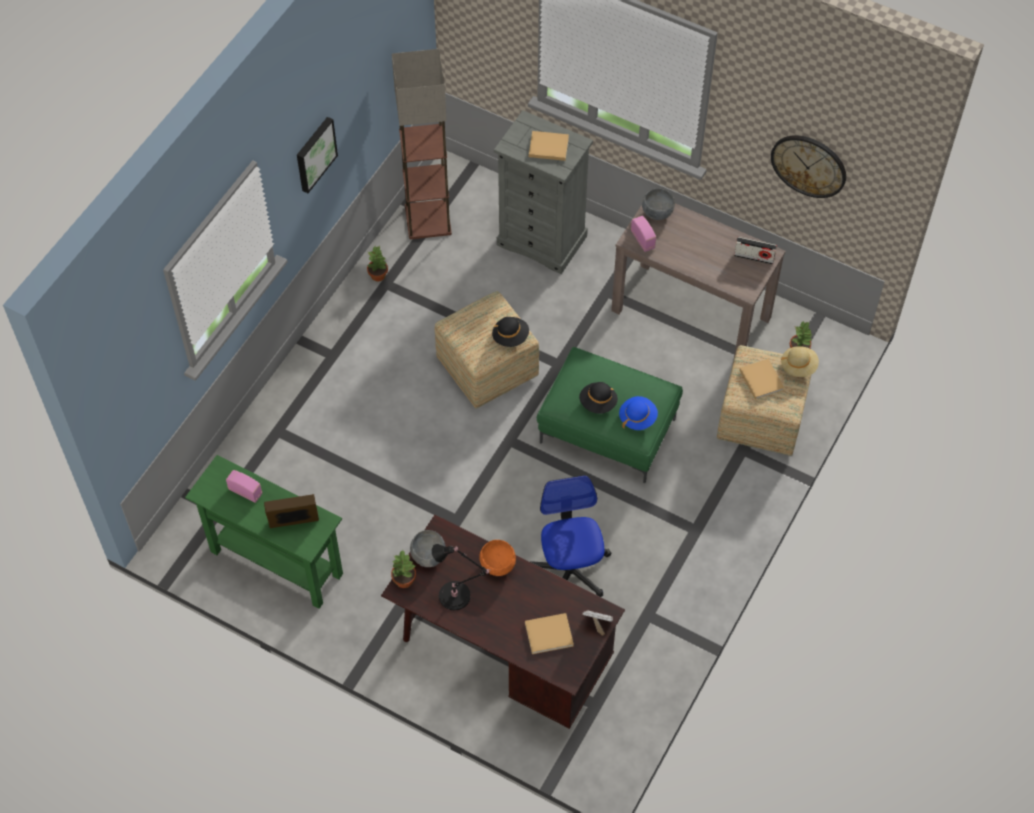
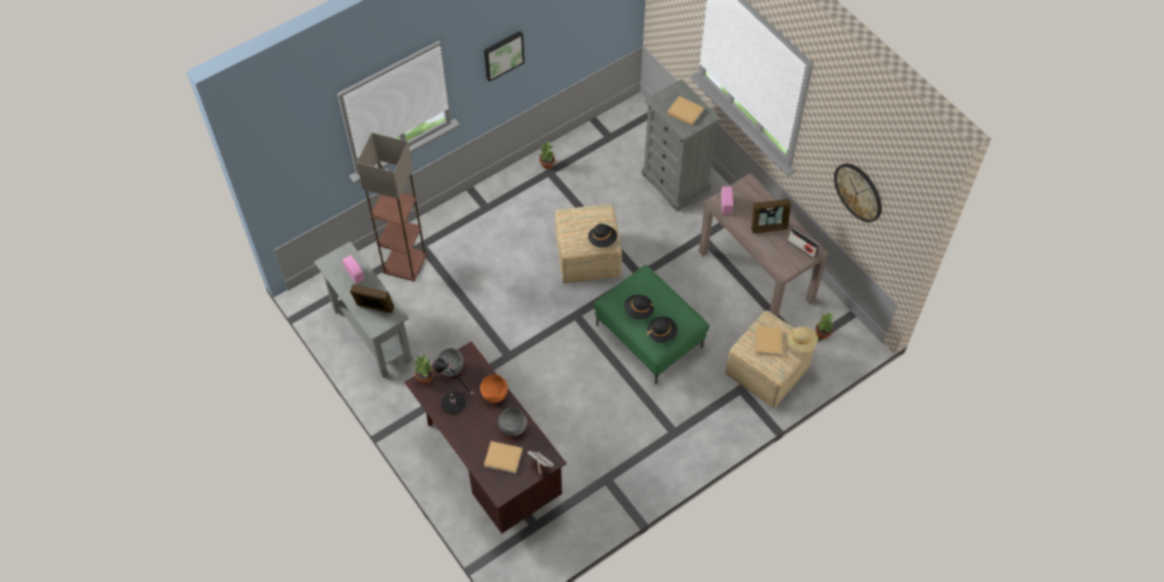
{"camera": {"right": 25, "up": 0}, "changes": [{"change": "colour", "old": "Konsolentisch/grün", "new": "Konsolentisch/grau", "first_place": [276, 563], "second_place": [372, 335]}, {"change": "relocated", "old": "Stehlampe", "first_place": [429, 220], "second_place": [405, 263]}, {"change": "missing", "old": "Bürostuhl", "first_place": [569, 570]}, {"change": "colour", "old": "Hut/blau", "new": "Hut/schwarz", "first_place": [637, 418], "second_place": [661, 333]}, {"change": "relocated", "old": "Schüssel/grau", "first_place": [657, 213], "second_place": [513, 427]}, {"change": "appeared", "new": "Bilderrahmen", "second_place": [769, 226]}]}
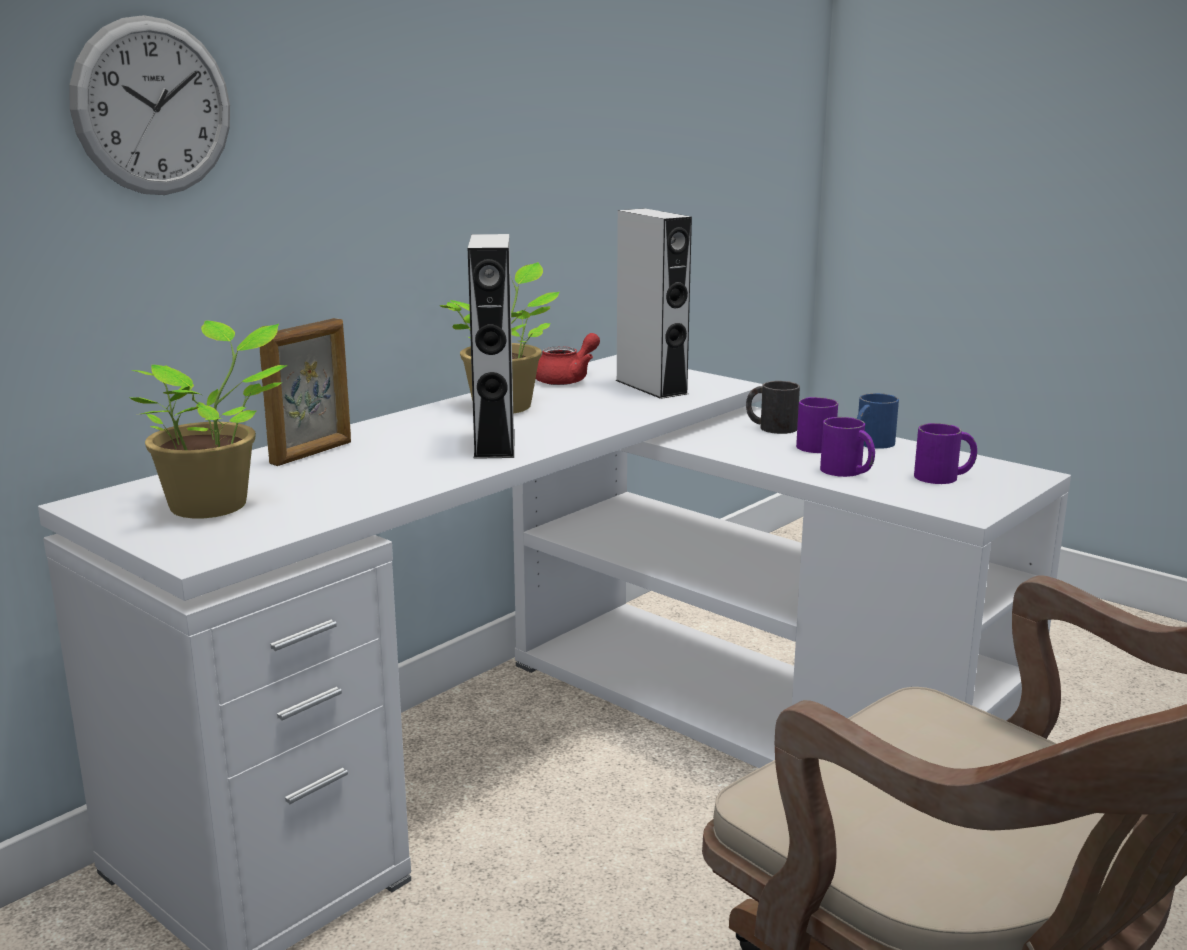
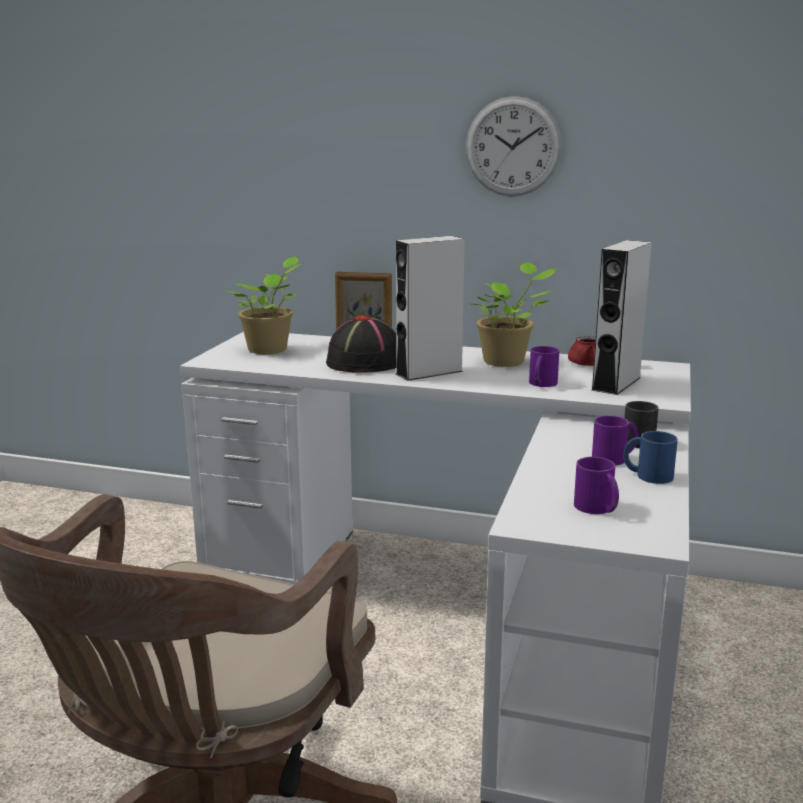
{"camera": {"right": 65, "up": 0}, "changes": [{"change": "relocated", "old": "Wanduhr", "first_place": [153, 107], "second_place": [513, 147]}, {"change": "relocated", "old": "Henkelbecher/lila", "first_place": [848, 472], "second_place": [541, 384]}, {"change": "appeared", "new": "Hut/schwarz", "second_place": [366, 362]}]}
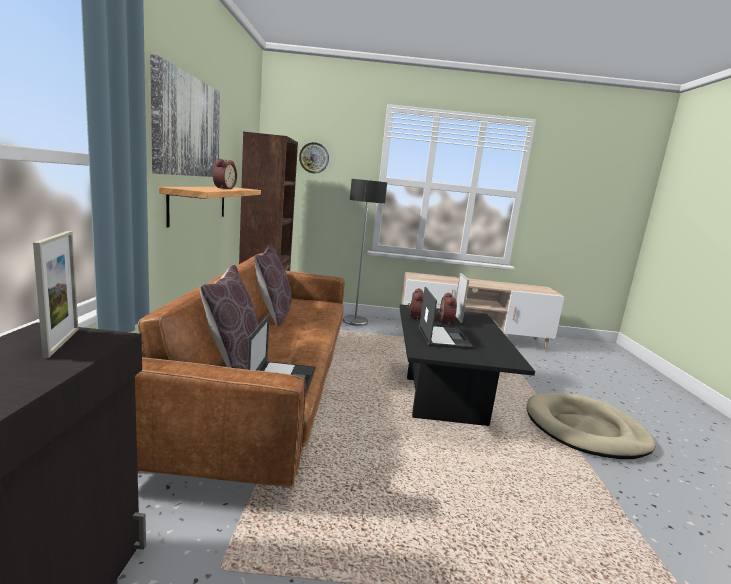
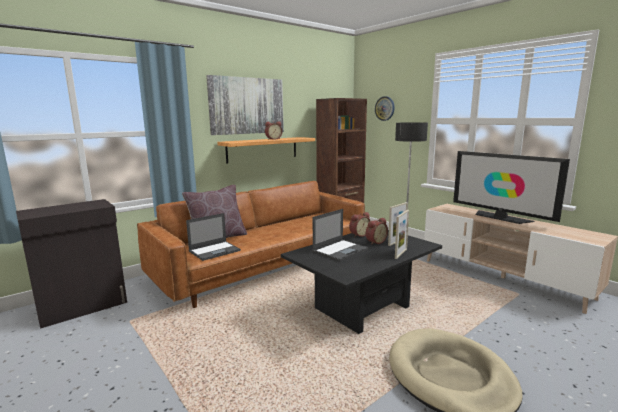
{"camera": {"right": 50, "up": 0}, "changes": [{"change": "relocated", "old": "Bilderrahmen", "first_place": [62, 342], "second_place": [401, 253]}, {"change": "missing", "old": "Kissen/braun", "first_place": [272, 314]}, {"change": "appeared", "new": "Fernseher", "second_place": [500, 217]}]}
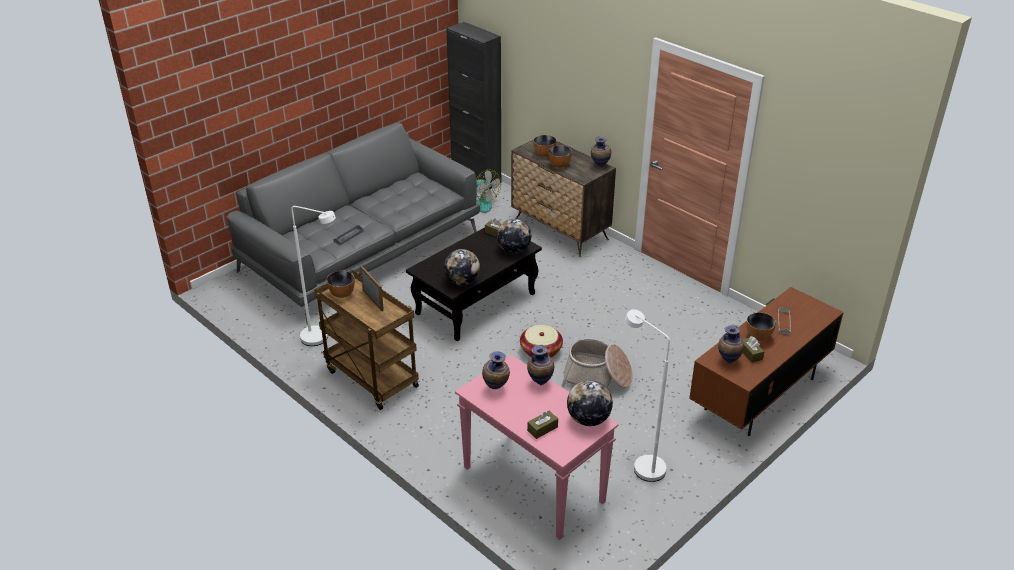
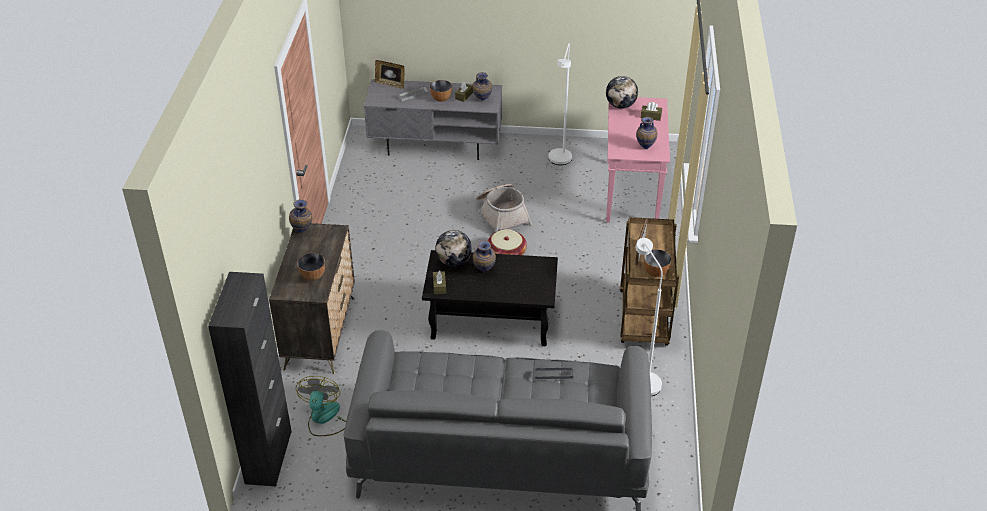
{"camera": {"right": -130, "up": 5}, "changes": [{"change": "missing", "old": "Globus", "first_place": [462, 281]}, {"change": "relocated", "old": "Vase", "first_place": [540, 382], "second_place": [484, 271]}, {"change": "missing", "old": "Schüssel", "first_place": [559, 165]}, {"change": "colour", "old": "Fernsehschrank/braun", "new": "Fernsehschrank/grau", "first_place": [759, 395], "second_place": [436, 145]}, {"change": "appeared", "new": "Bilderrahmen", "second_place": [390, 84]}]}
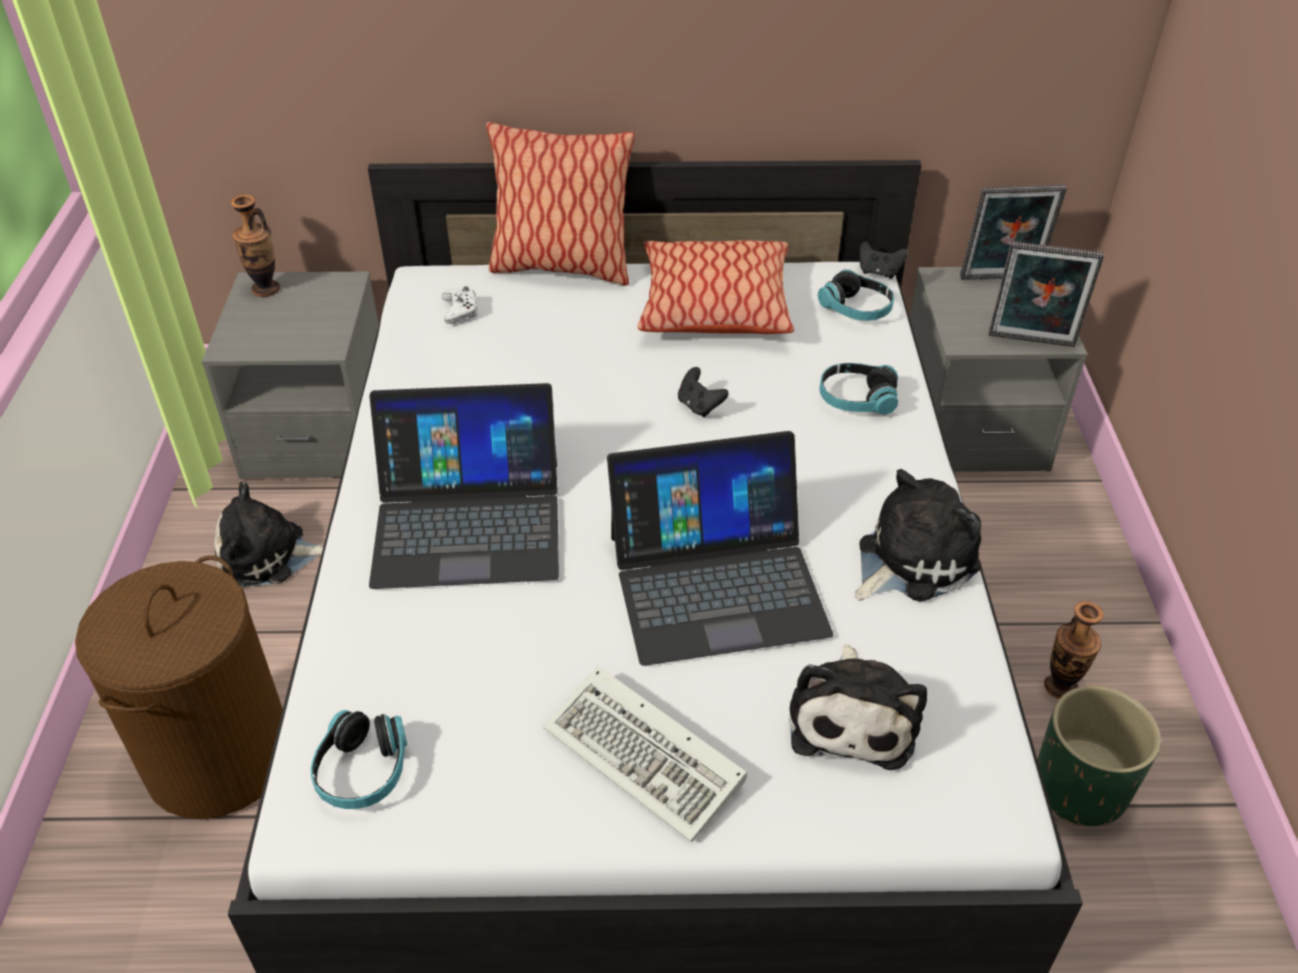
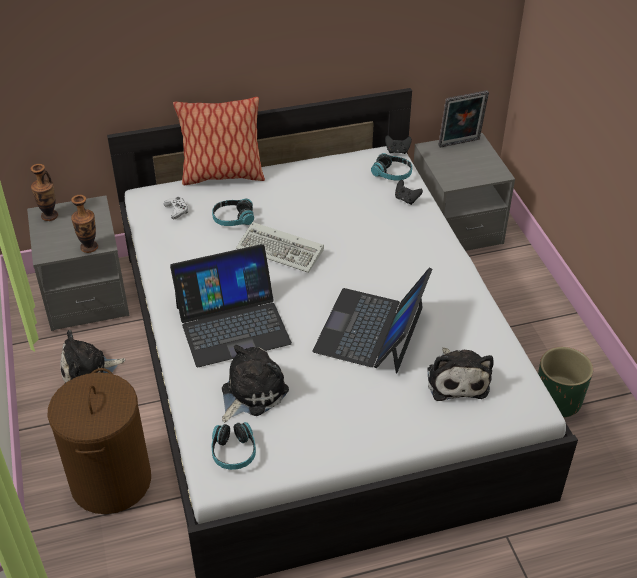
{"camera": {"right": -15, "up": 0}, "changes": [{"change": "relocated", "old": "Tastatur", "first_place": [649, 757], "second_place": [282, 250]}, {"change": "spun", "old": "Laptop", "first_place": [716, 583], "second_place": [371, 330], "degrees": 135}, {"change": "missing", "old": "Kissen", "first_place": [714, 306]}, {"change": "relocated", "old": "Gamepad/schwarz", "first_place": [699, 406], "second_place": [406, 199]}, {"change": "relocated", "old": "Kopfhörer", "first_place": [856, 399], "second_place": [233, 219]}, {"change": "relocated", "old": "Plüschtier", "first_place": [911, 560], "second_place": [251, 392]}, {"change": "missing", "old": "Bilderrahmen", "first_place": [1031, 342]}, {"change": "relocated", "old": "Vase", "first_place": [1060, 687], "second_place": [89, 247]}]}
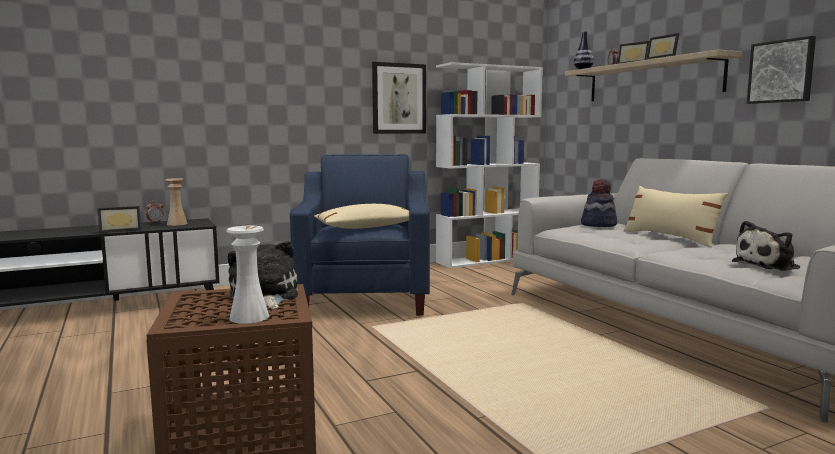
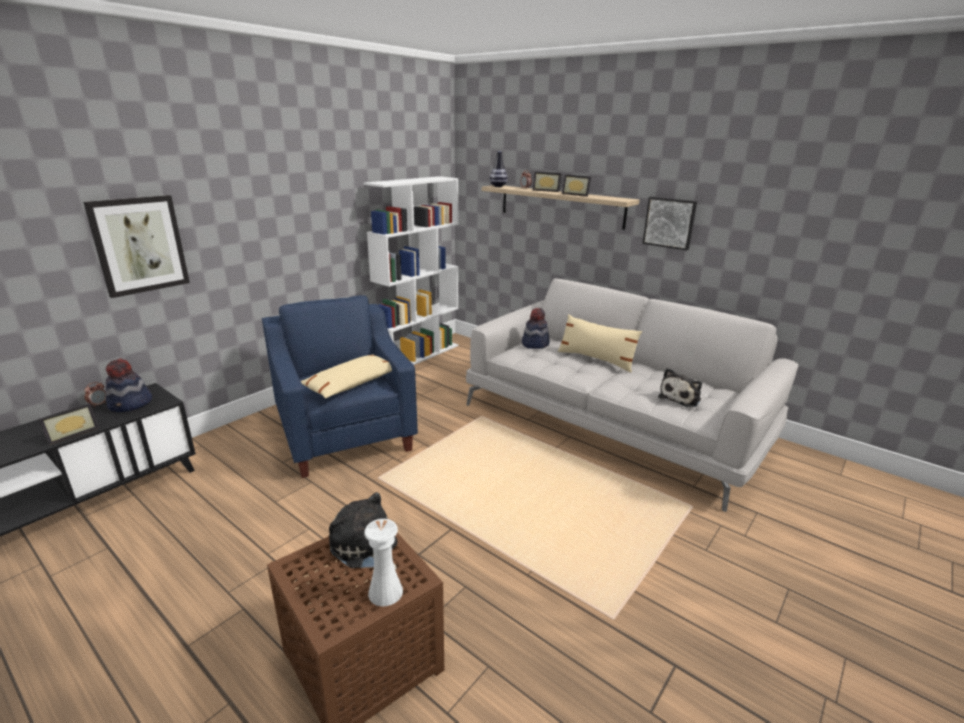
{"camera": {"right": -25, "up": 15}, "changes": [{"change": "exchanged", "old": "Vase/beige", "new": "Hut", "first_place": [177, 224], "second_place": [130, 404]}, {"change": "relocated", "old": "Bild", "first_place": [398, 98], "second_place": [139, 245]}]}
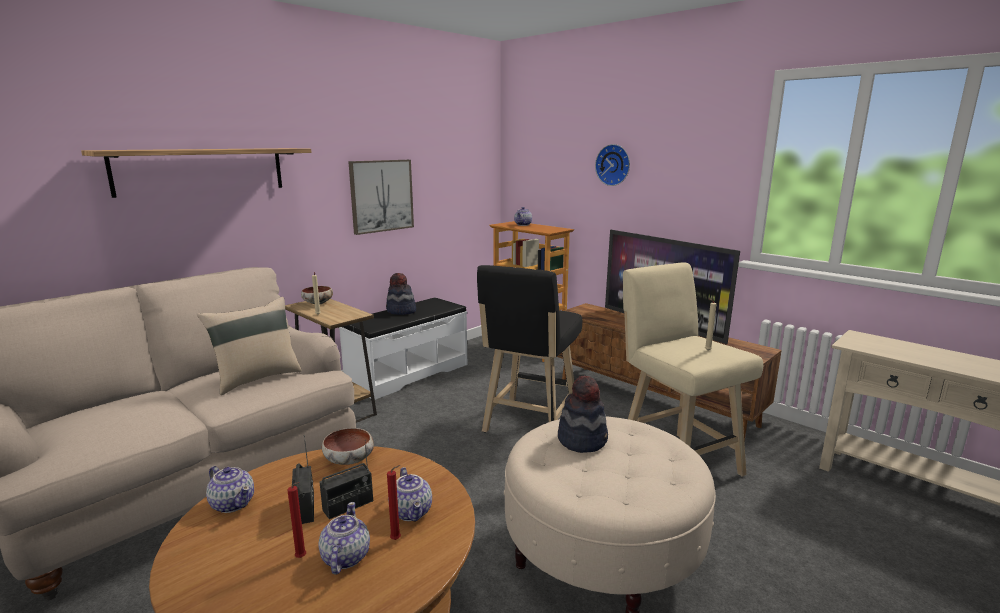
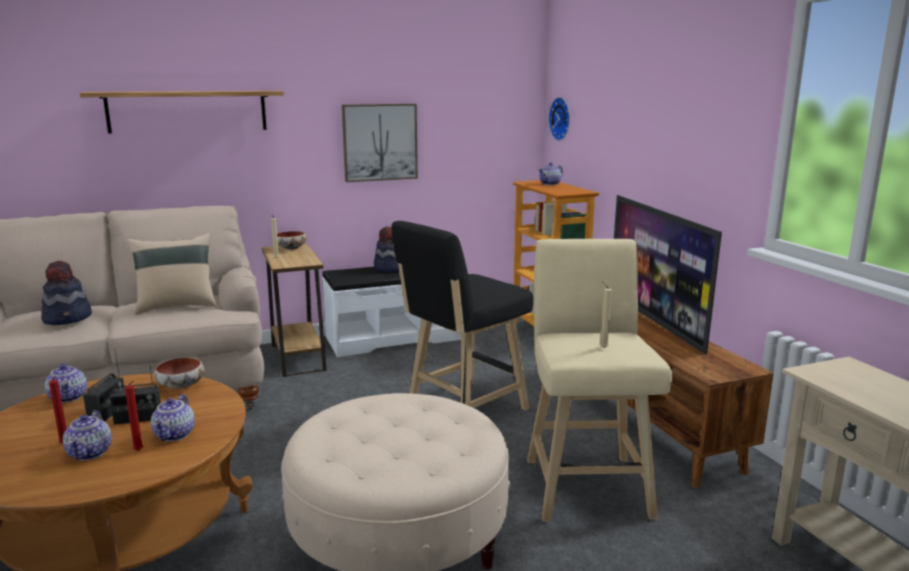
{"camera": {"right": 25, "up": 0}, "changes": [{"change": "spun", "old": "Teekanne", "first_place": [345, 558], "second_place": [90, 452], "degrees": 150}, {"change": "relocated", "old": "Hut", "first_place": [582, 440], "second_place": [68, 318]}, {"change": "relocated", "old": "Wanduhr", "first_place": [614, 165], "second_place": [562, 119]}]}
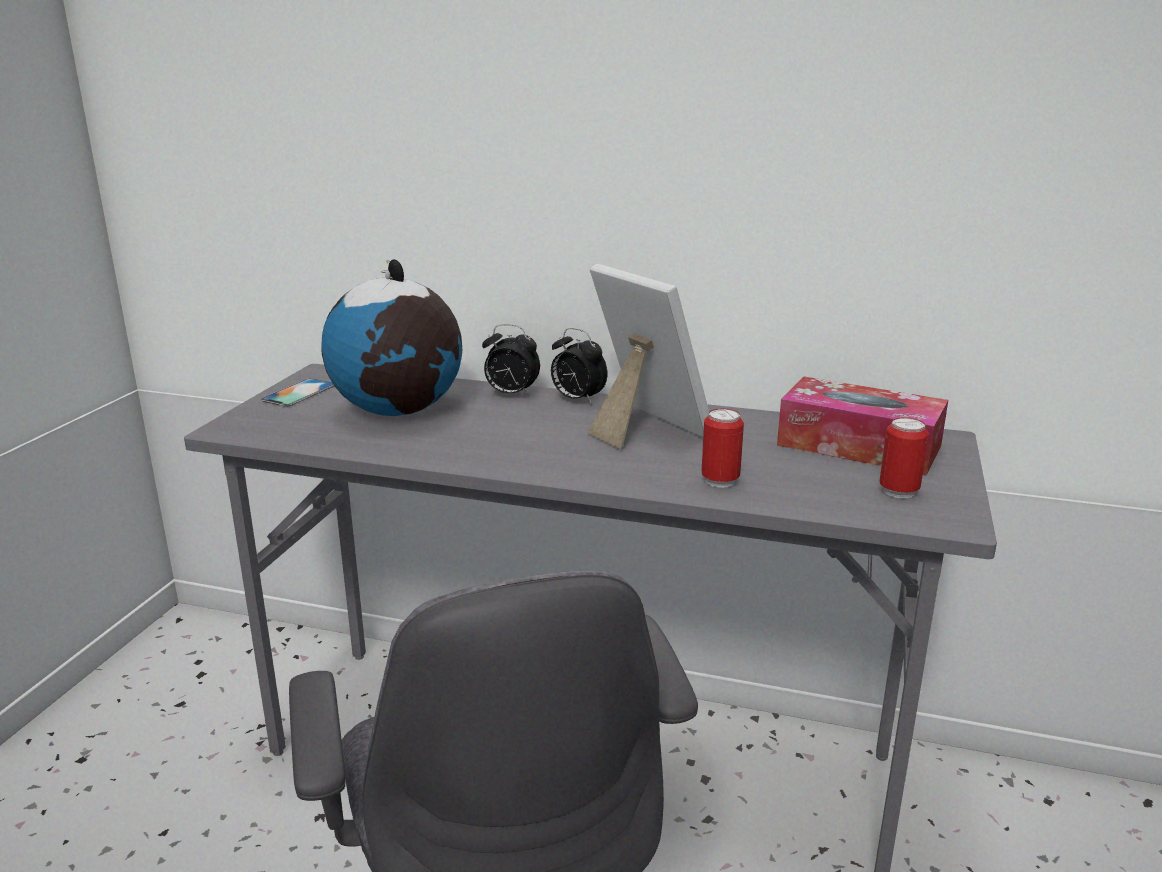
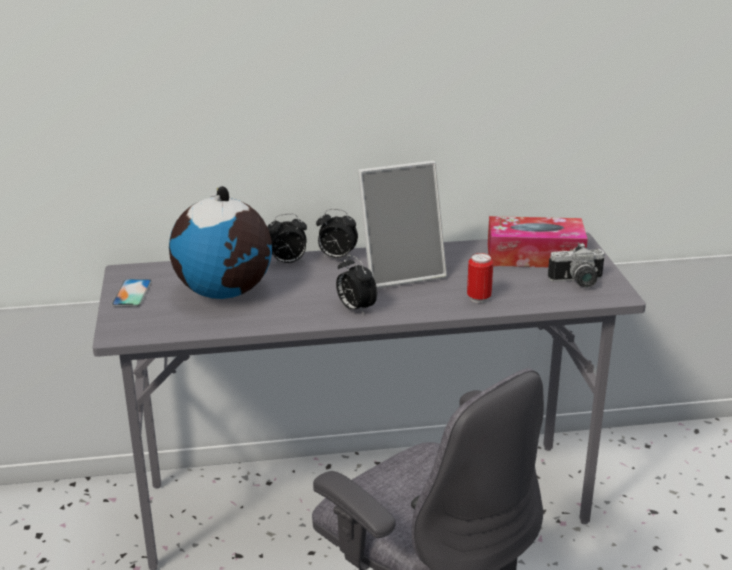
{"camera": {"right": -25, "up": 5}, "changes": [{"change": "spun", "old": "Bilderrahmen", "first_place": [642, 429], "second_place": [401, 272], "degrees": 135}, {"change": "exchanged", "old": "Dose", "new": "Kamera", "first_place": [898, 491], "second_place": [578, 282]}, {"change": "appeared", "new": "Wecker", "second_place": [355, 309]}]}
